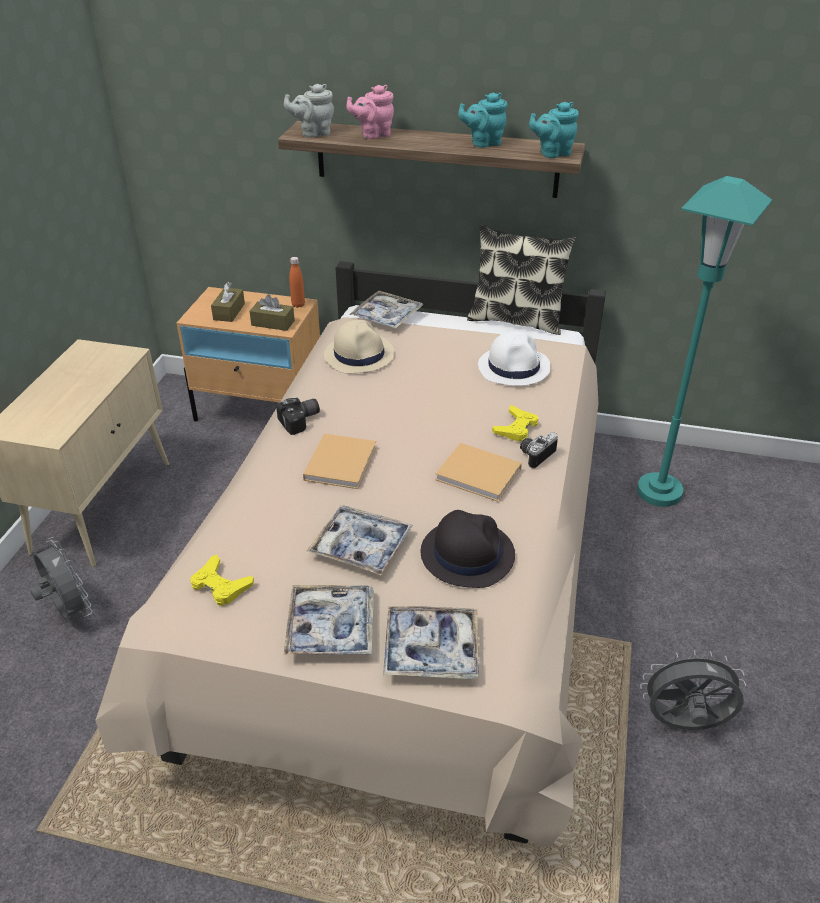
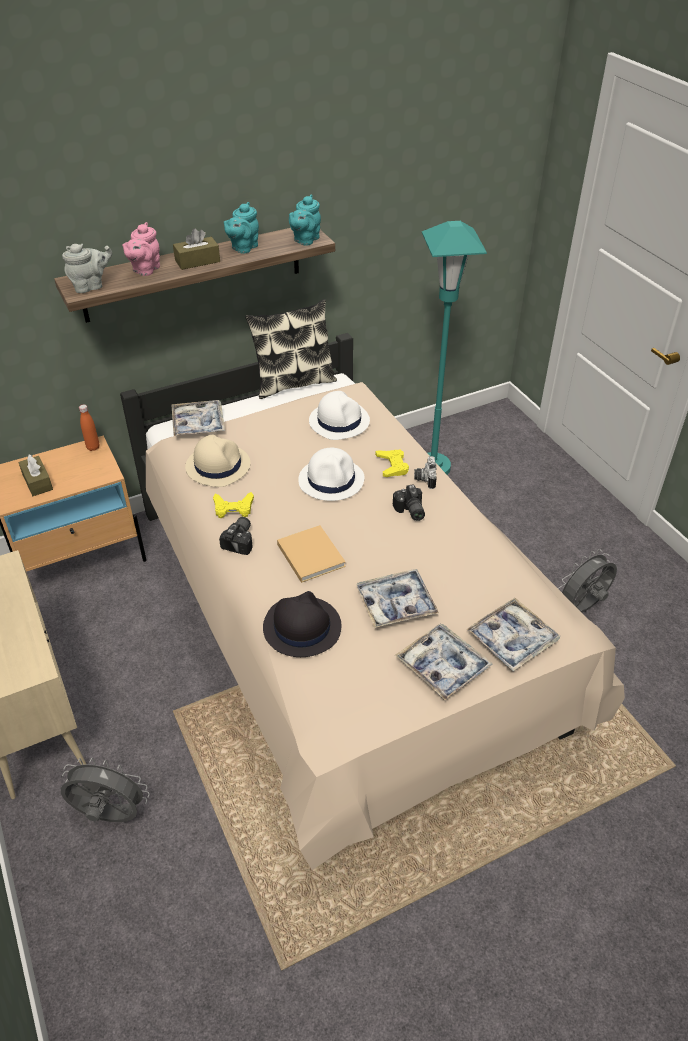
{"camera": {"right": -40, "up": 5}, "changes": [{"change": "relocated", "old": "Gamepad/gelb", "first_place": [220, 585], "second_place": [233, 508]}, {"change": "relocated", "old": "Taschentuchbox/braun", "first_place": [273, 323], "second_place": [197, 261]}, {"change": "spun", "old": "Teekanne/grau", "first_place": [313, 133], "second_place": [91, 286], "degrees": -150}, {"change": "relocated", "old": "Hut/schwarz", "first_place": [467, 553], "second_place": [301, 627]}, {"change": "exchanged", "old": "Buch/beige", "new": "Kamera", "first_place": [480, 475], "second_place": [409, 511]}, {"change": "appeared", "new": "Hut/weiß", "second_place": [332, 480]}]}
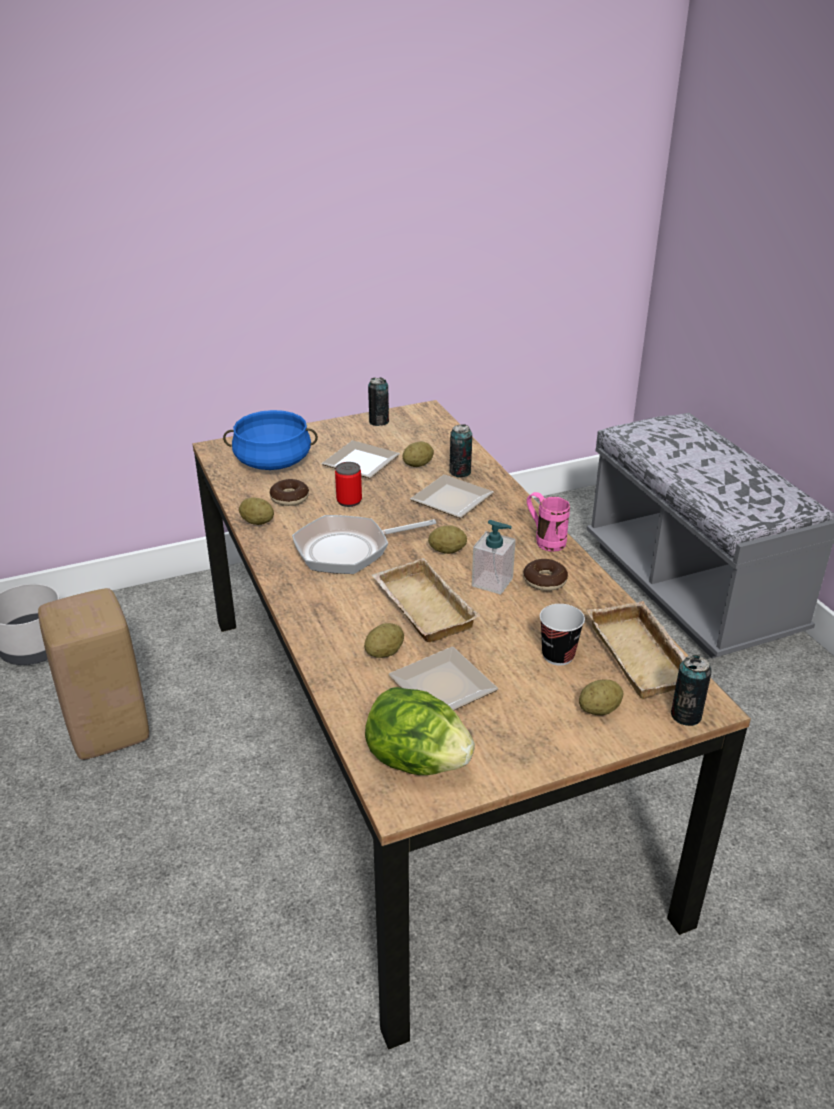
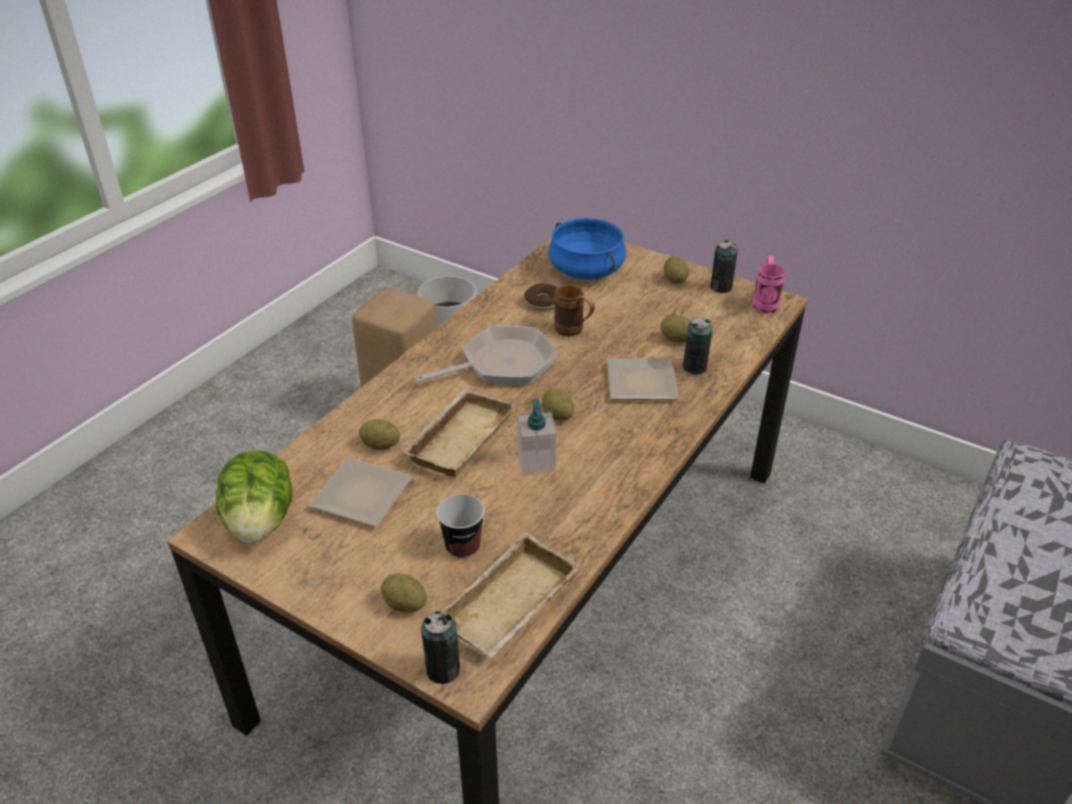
{"camera": {"right": 55, "up": 5}, "changes": [{"change": "relocated", "old": "Kartoffel", "first_place": [257, 522], "second_place": [674, 280]}, {"change": "spun", "old": "Pfanne", "first_place": [349, 550], "second_place": [502, 364], "degrees": 120}, {"change": "missing", "old": "Teller", "first_place": [364, 463]}, {"change": "exchanged", "old": "Dose", "new": "Henkelbecher/braun", "first_place": [349, 501], "second_place": [574, 331]}, {"change": "missing", "old": "Donut", "first_place": [544, 581]}, {"change": "relocated", "old": "Henkelbecher/rosa", "first_place": [544, 540], "second_place": [765, 302]}]}
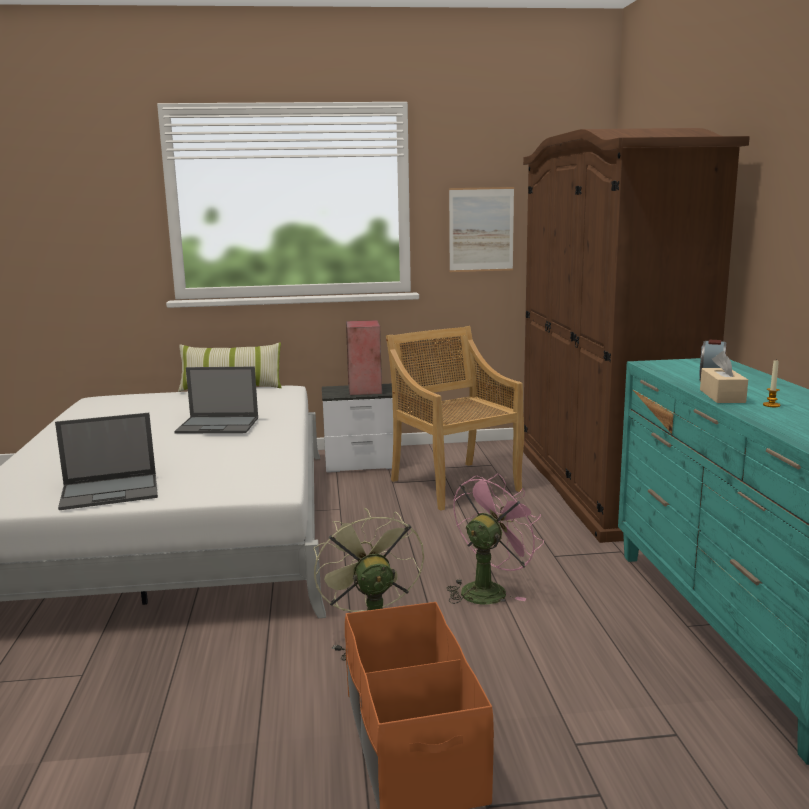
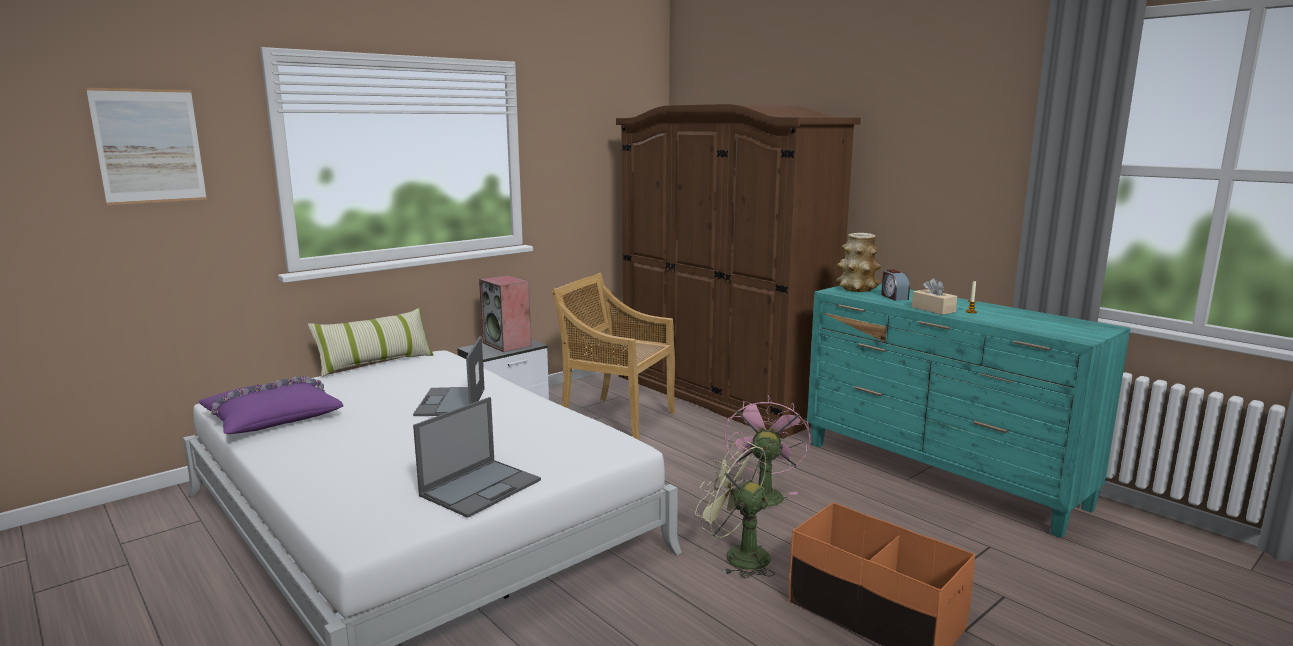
{"camera": {"right": -35, "up": 0}, "changes": [{"change": "spun", "old": "Laptop", "first_place": [219, 425], "second_place": [451, 402], "degrees": 120}, {"change": "relocated", "old": "Bild", "first_place": [481, 229], "second_place": [149, 146]}, {"change": "appeared", "new": "Kissen/lila", "second_place": [272, 417]}, {"change": "appeared", "new": "Vase", "second_place": [856, 289]}]}
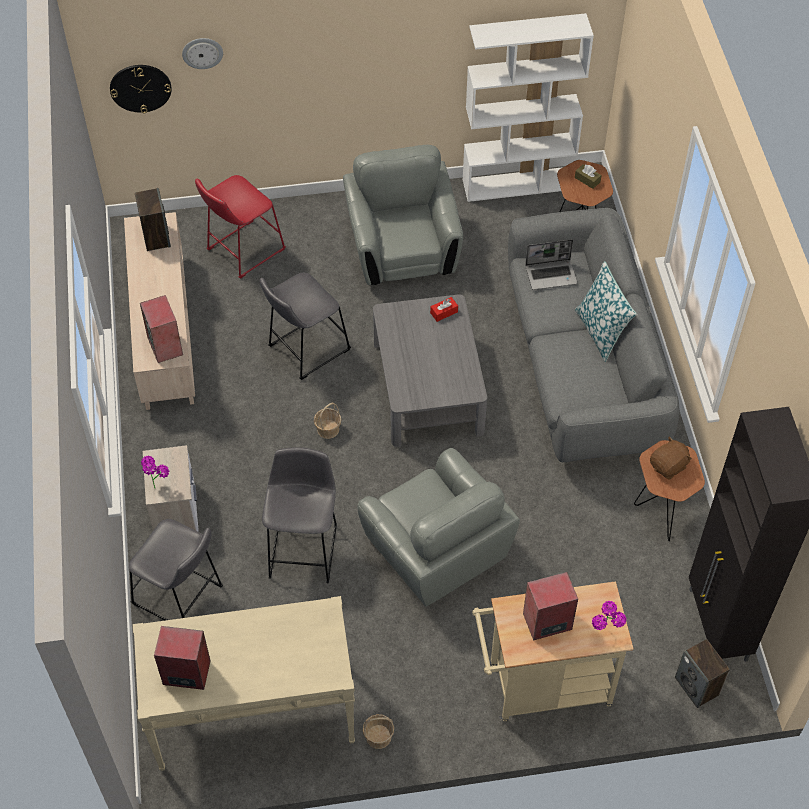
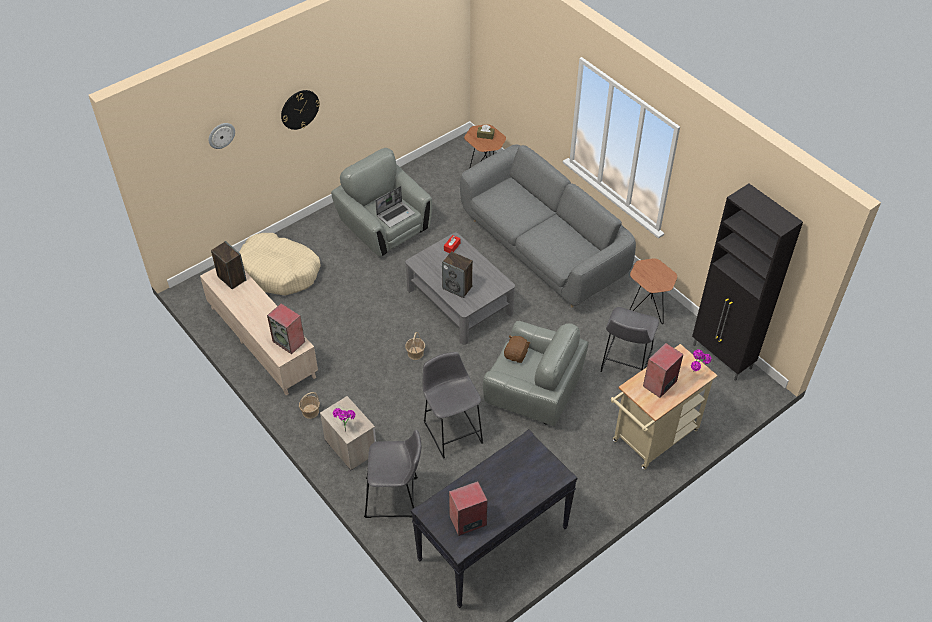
{"camera": {"right": -30, "up": -5}, "changes": [{"change": "relocated", "old": "Wanduhr", "first_place": [140, 88], "second_place": [299, 109]}, {"change": "colour", "old": "Konsolentisch/beige", "new": "Konsolentisch/schwarz", "first_place": [252, 714], "second_place": [493, 544]}, {"change": "exchanged", "old": "Hocker/rot", "new": "Hundebett/beige", "first_place": [242, 251], "second_place": [280, 271]}, {"change": "relocated", "old": "Hocker/grau", "first_place": [305, 349], "second_place": [625, 363]}, {"change": "relocated", "old": "Korb", "first_place": [378, 736], "second_place": [310, 411]}, {"change": "missing", "old": "Bücherregal/weiß", "first_place": [518, 184]}, {"change": "relocated", "old": "Laptop", "first_place": [551, 275], "second_place": [396, 214]}, {"change": "missing", "old": "Kissen", "first_place": [601, 332]}, {"change": "relocated", "old": "Plüschtier/braun", "first_place": [668, 466], "second_place": [516, 355]}, {"change": "relocated", "old": "Lautsprecher", "first_place": [697, 686], "second_place": [457, 287]}]}
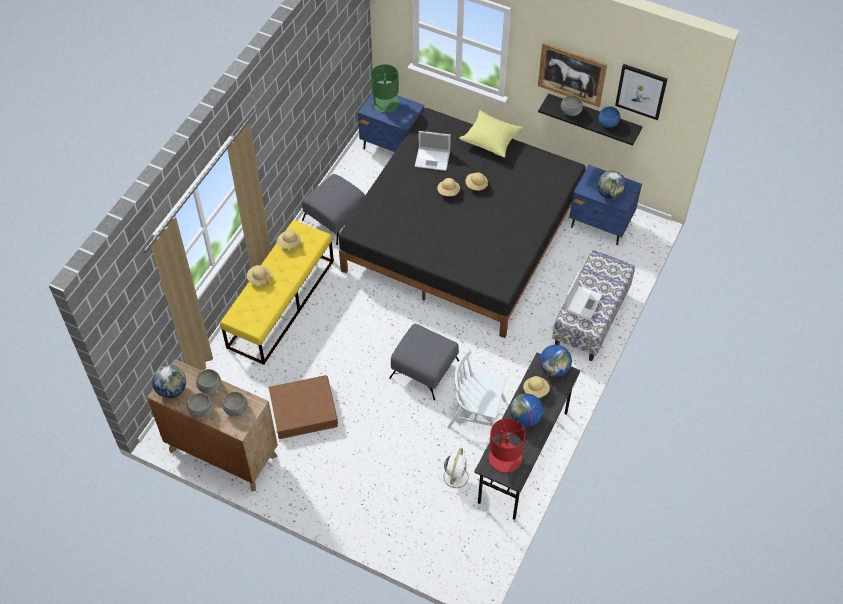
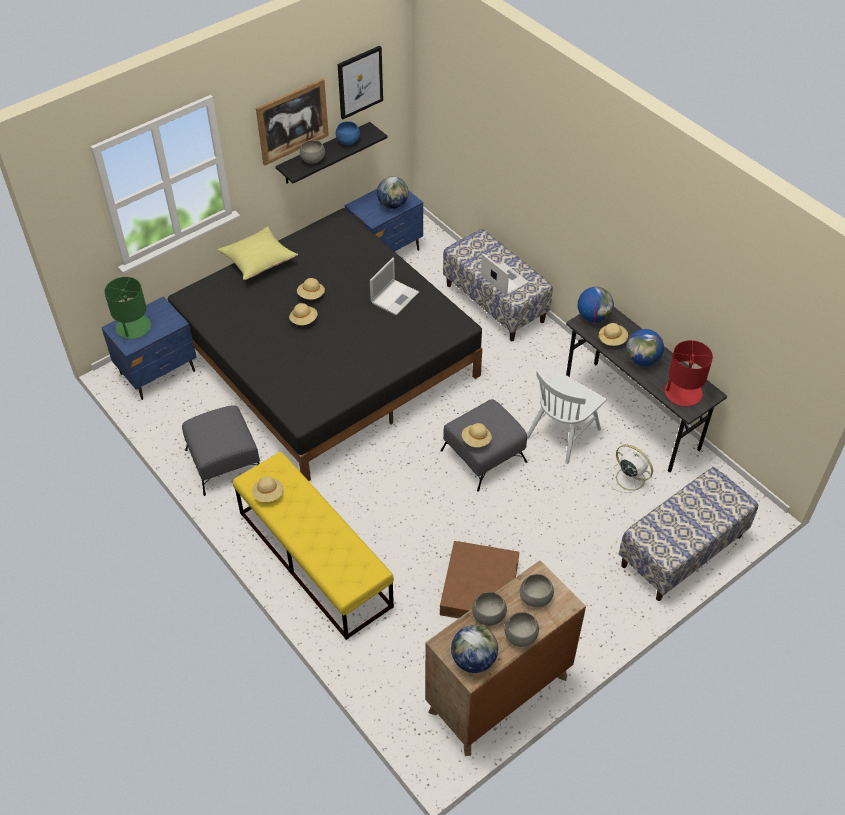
{"camera": {"right": -65, "up": -5}, "changes": [{"change": "relocated", "old": "Hut/beige", "first_place": [259, 278], "second_place": [476, 440]}, {"change": "relocated", "old": "Laptop", "first_place": [433, 159], "second_place": [395, 297]}, {"change": "appeared", "new": "Bank", "second_place": [681, 551]}]}
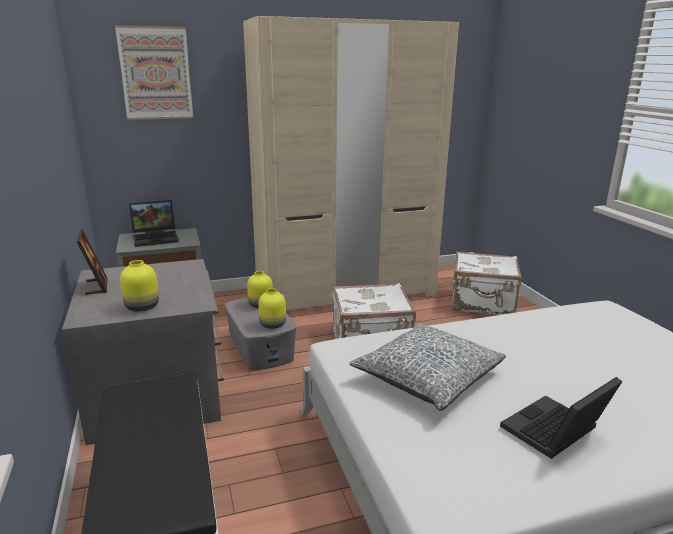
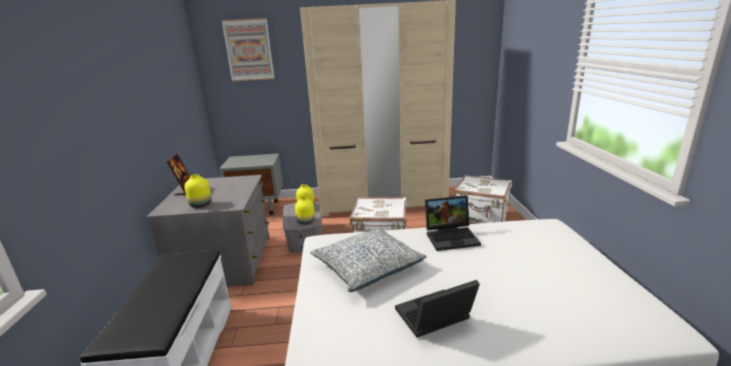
{"camera": {"right": 15, "up": 0}, "changes": [{"change": "relocated", "old": "Laptop", "first_place": [156, 238], "second_place": [452, 237]}]}
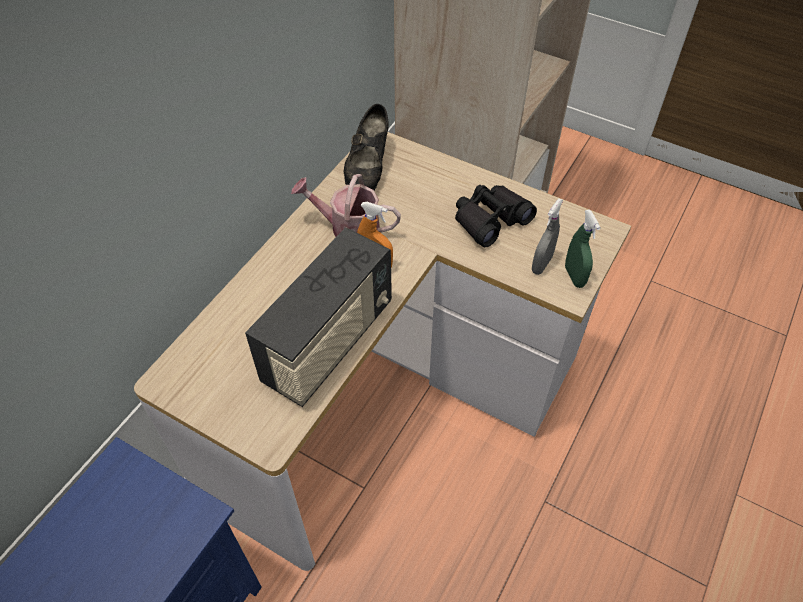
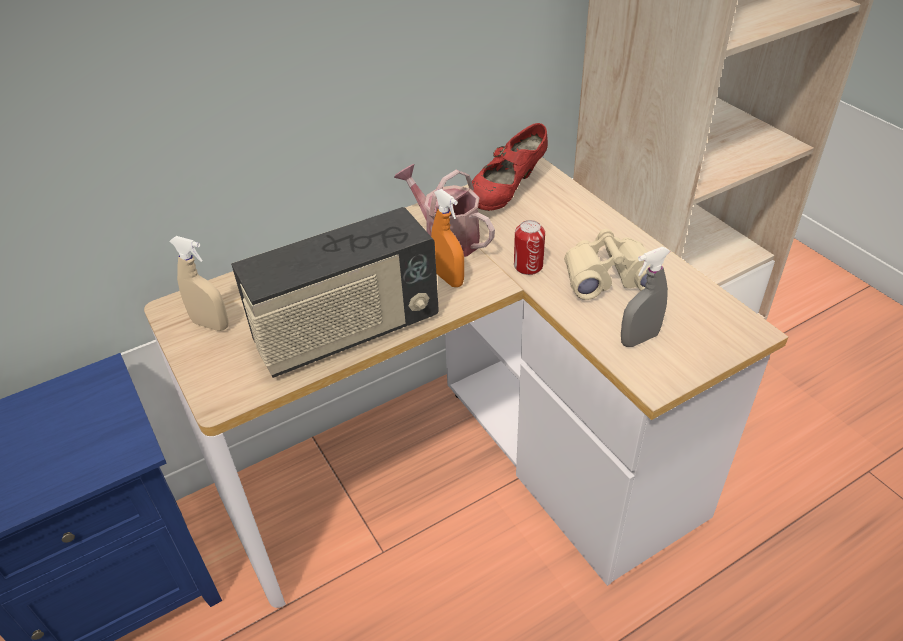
{"camera": {"right": 30, "up": -10}, "changes": [{"change": "colour", "old": "Schuh/schwarz", "new": "Schuh/rot", "first_place": [368, 170], "second_place": [507, 192]}, {"change": "colour", "old": "Fernglas/schwarz", "new": "Fernglas/beige", "first_place": [490, 220], "second_place": [608, 276]}, {"change": "missing", "old": "Sprühflasche/grün", "first_place": [574, 276]}, {"change": "appeared", "new": "Sprühflasche/beige", "second_place": [211, 324]}, {"change": "appeared", "new": "Dose", "second_place": [528, 266]}]}
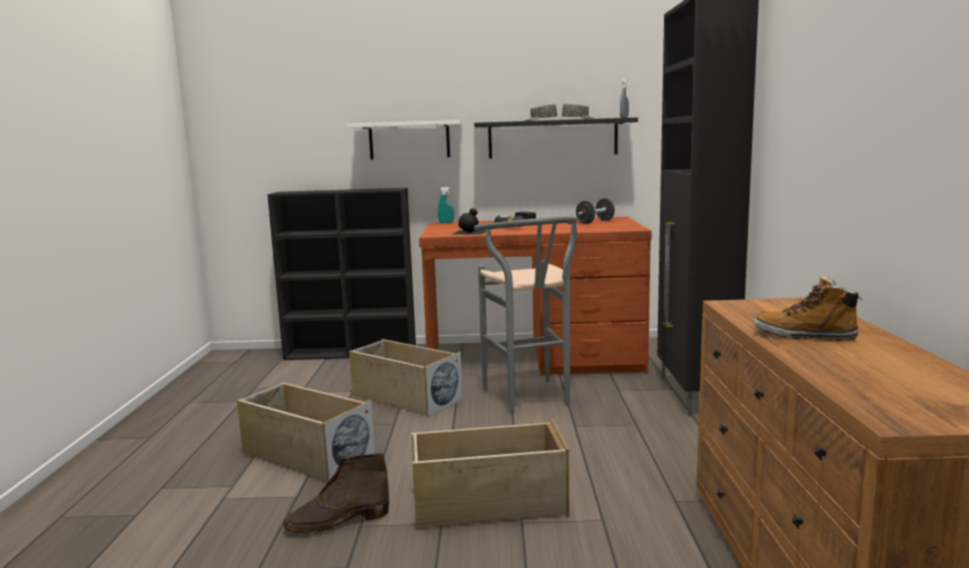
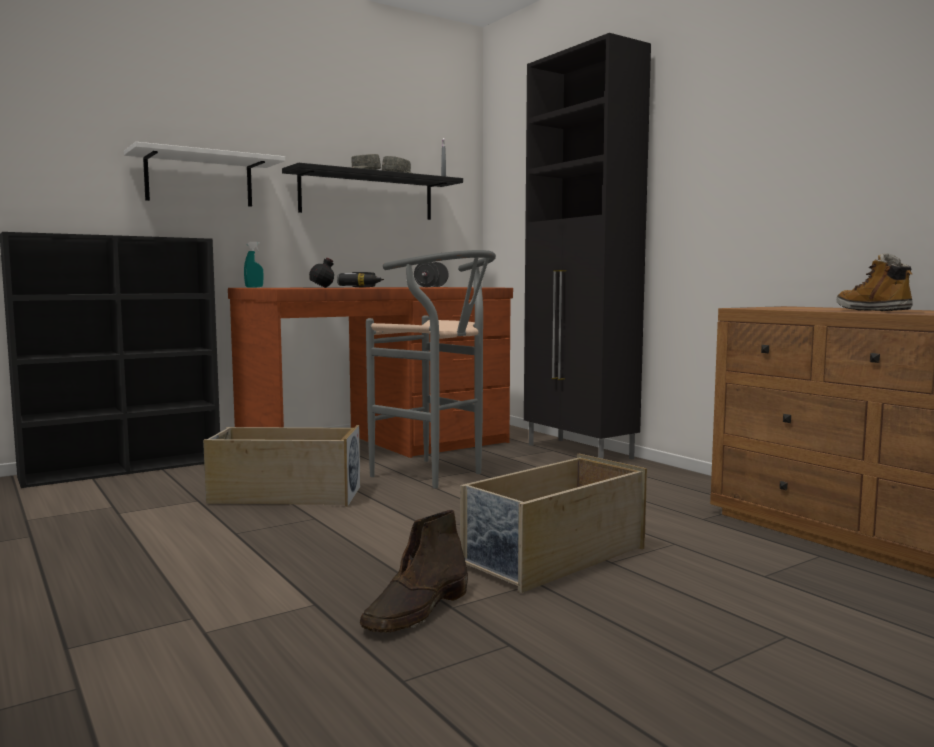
{"camera": {"right": -35, "up": -5}, "changes": [{"change": "missing", "old": "Aufbewahrungsbox/beige", "first_place": [306, 456]}, {"change": "spun", "old": "Stiefel", "first_place": [805, 336], "second_place": [873, 310], "degrees": 90}]}
